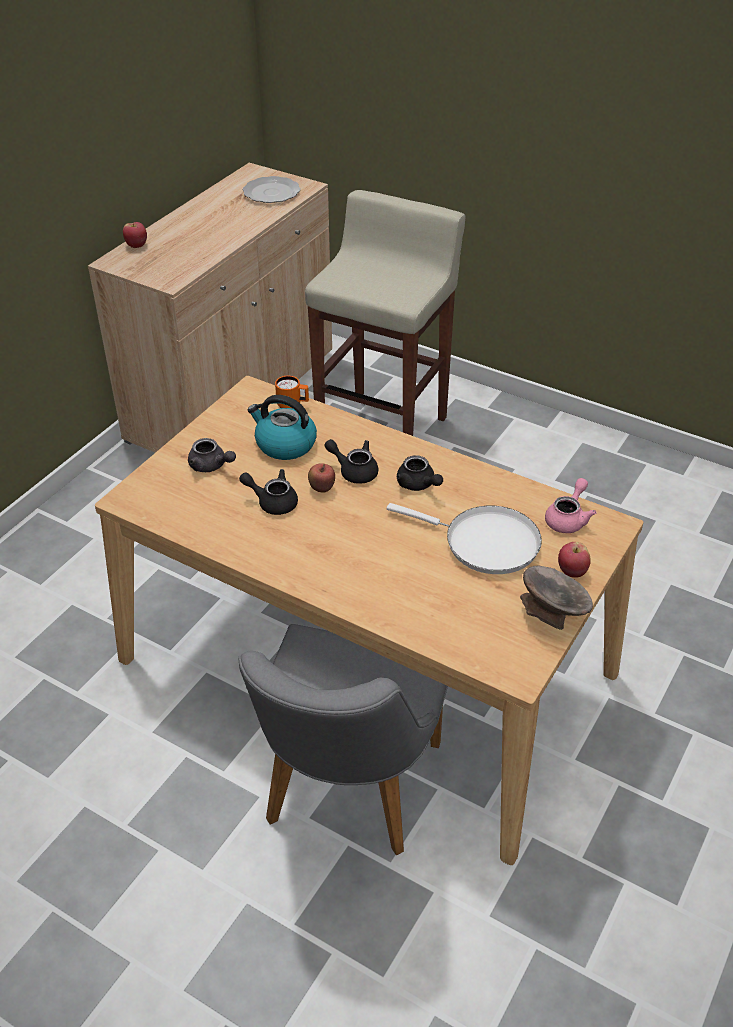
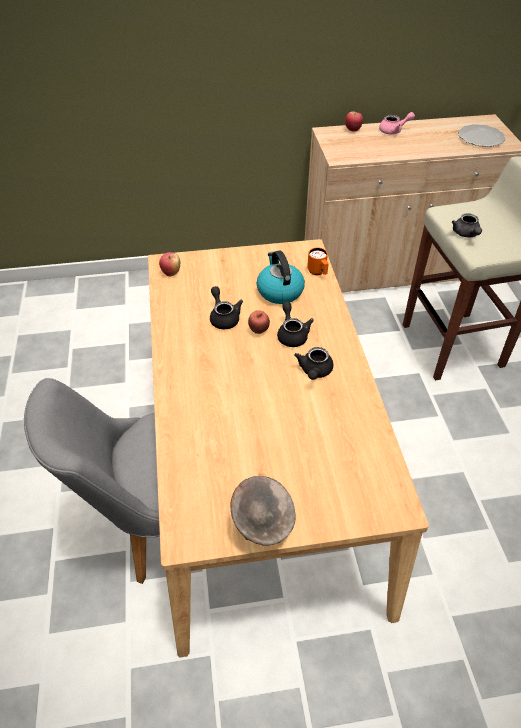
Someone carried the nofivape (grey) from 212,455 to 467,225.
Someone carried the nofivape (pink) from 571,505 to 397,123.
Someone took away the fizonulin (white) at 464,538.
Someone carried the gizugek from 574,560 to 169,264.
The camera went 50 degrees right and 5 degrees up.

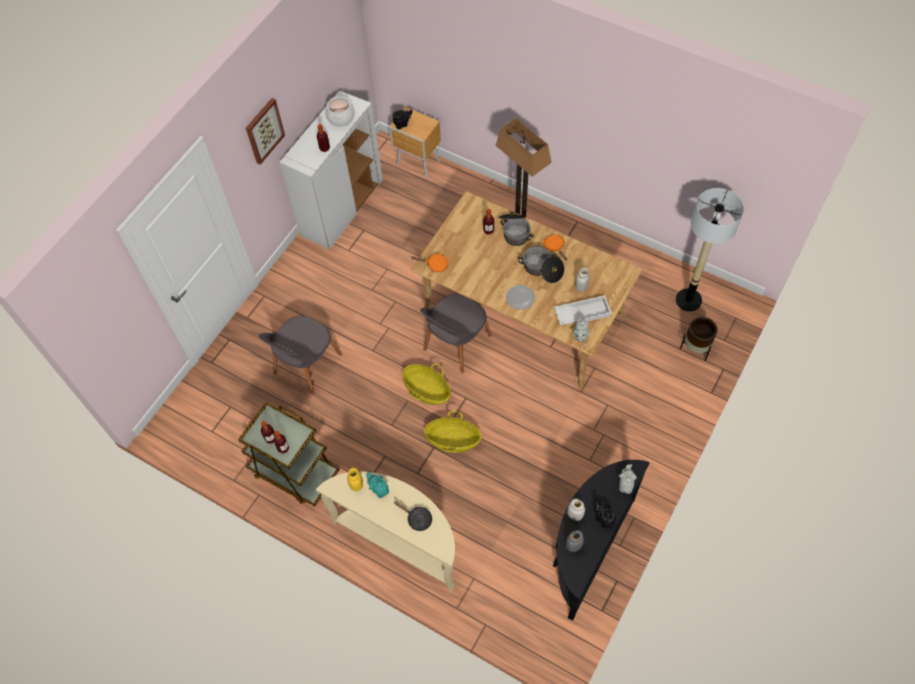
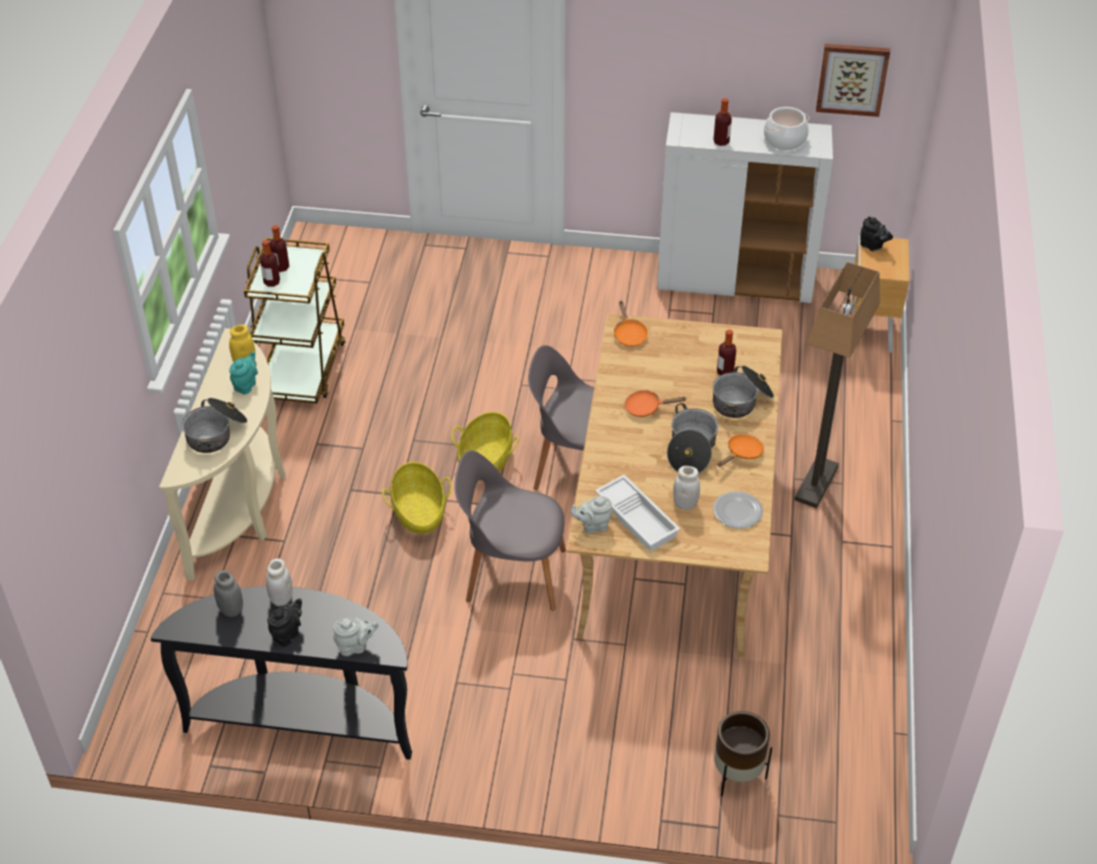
Someone carried the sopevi from 265,131 to 853,80.
Someone took away the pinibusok at 710,249.
Someone carried the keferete from 520,297 to 738,510.
Someone carried the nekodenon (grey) from 300,355 to 510,531.
Someone swapped the fizonulin (black) at 413,516 for the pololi at 214,425.
Someone put down the fizonulin (orange) at 655,403.
The camera went 65 degrees right and 15 degrees down.

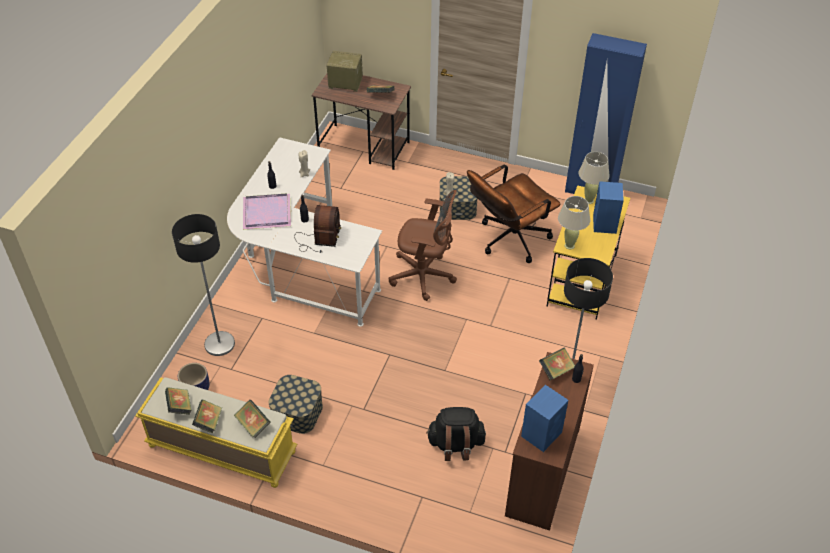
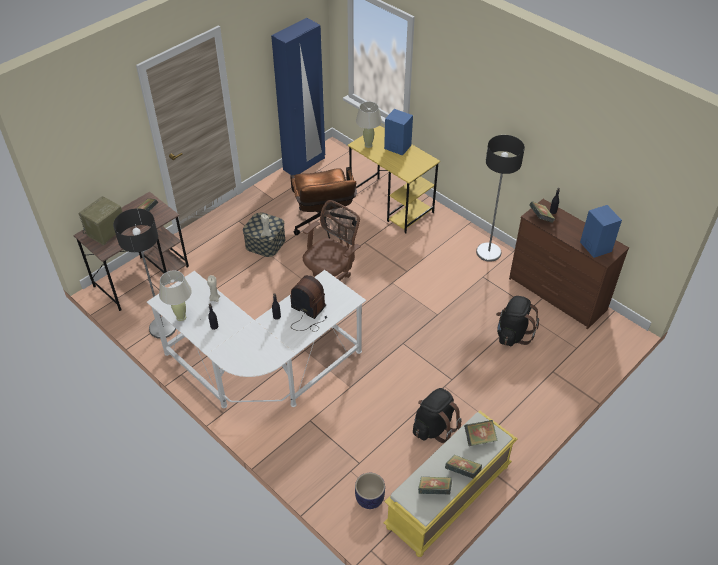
Someone took away the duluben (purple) at 267,212.
Someone carried the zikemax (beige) from 574,222 to 175,295.
Someone carried the pinibusok from 203,285 to 144,273.
Someone swapped the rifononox at 295,404 for the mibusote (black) at 437,415.
The camera went 65 degrees left and 0 degrees up.

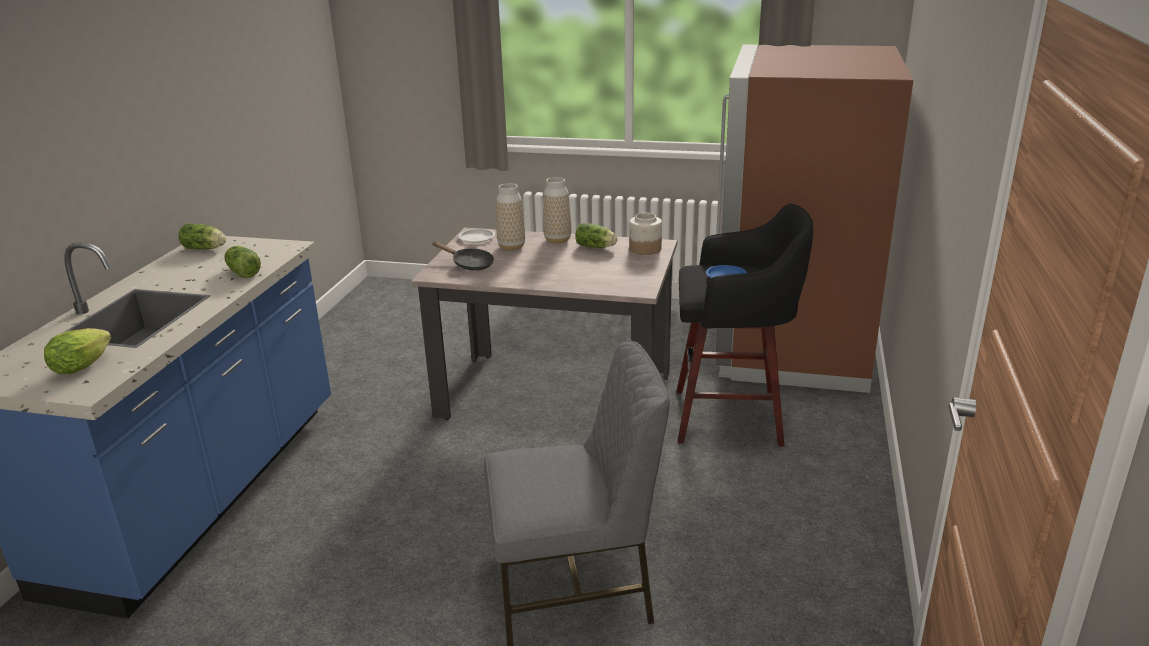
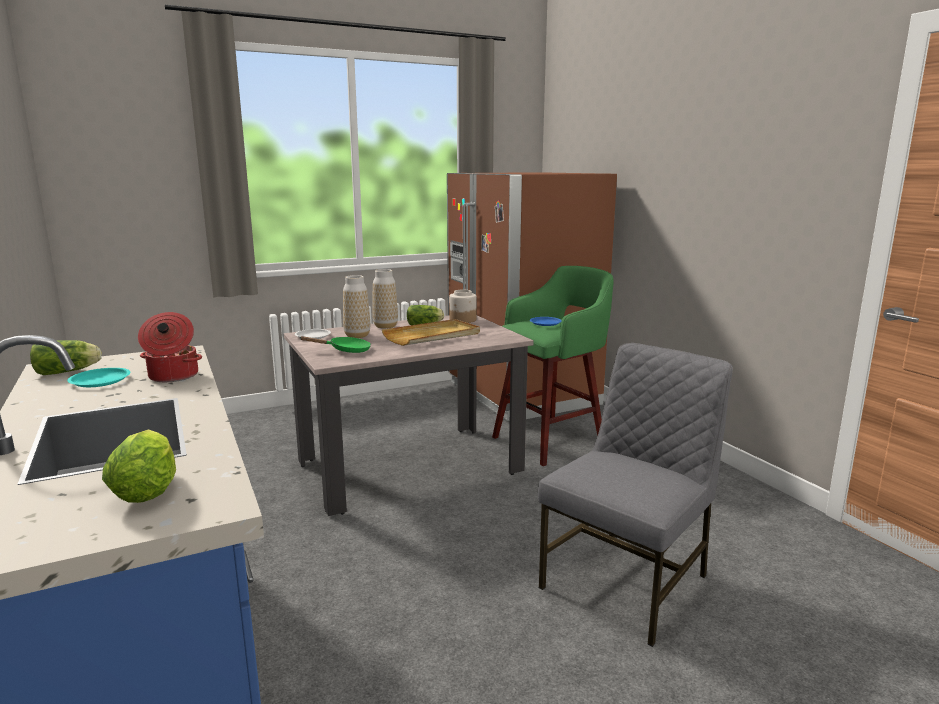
Someone repainted the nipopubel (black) at 745,325, which became the nipopubel (green) at 553,366.
Someone repainted the fizonulin (black) at 463,256, which became the fizonulin (green) at 335,344.
Someone swapped the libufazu at 242,262 for the pololi at 170,347.
Someone put down the duluben (beige) at 431,332.
Someone put down the keferete (turquoise) at 99,377.
The camera went 40 degrees left and 10 degrees down.

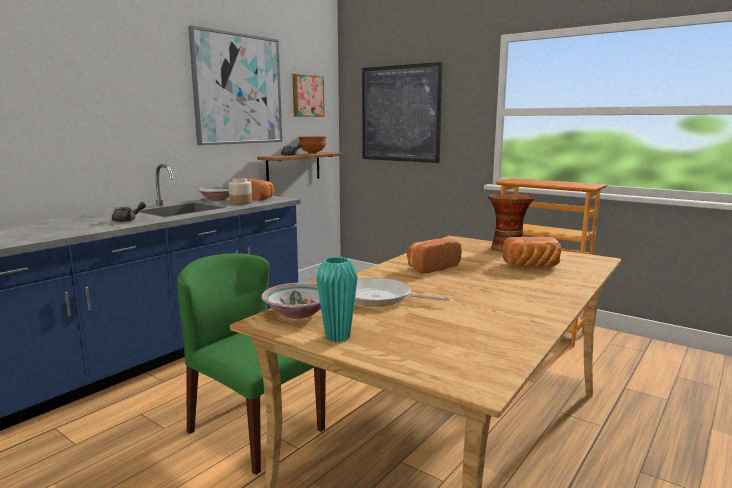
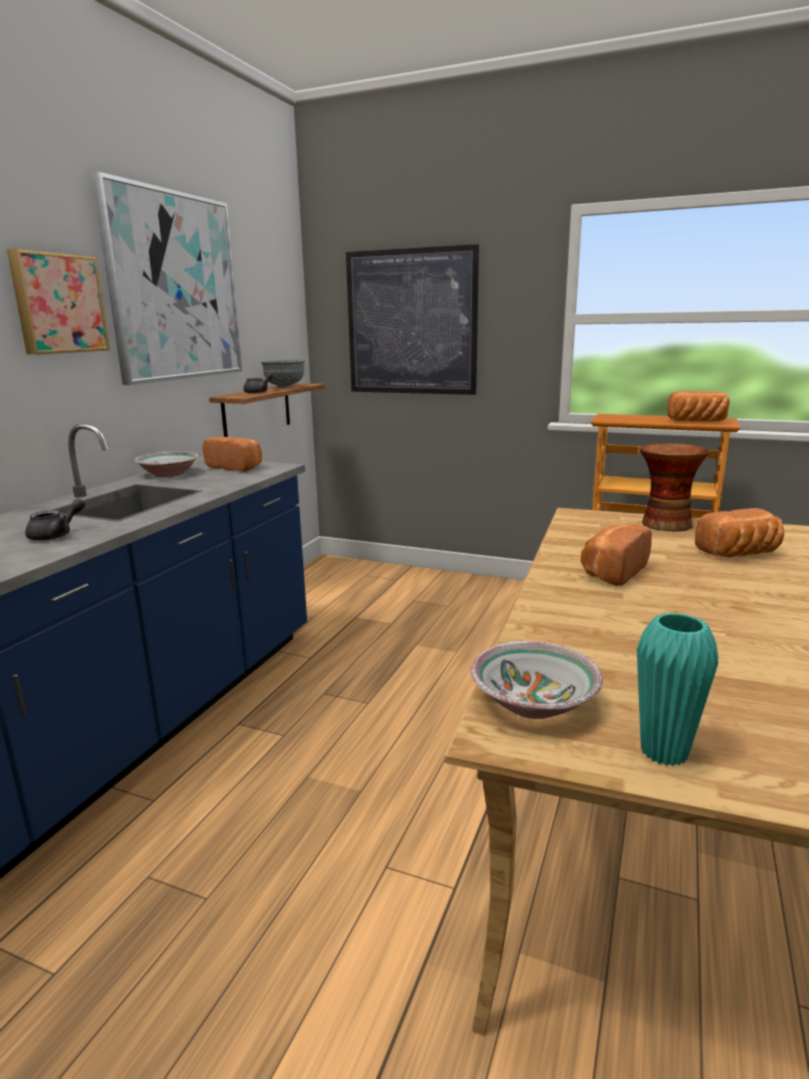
Someone carried the sopevi from 308,95 to 58,302.
Someone repainted the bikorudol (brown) at 312,145, which became the bikorudol (grey) at 283,374.
Someone took away the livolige at 240,191.
Someone took away the nekodenon (green) at 251,364.
Someone took away the fizonulin at 402,292.
Someone put down the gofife at 698,406.
The camera went 15 degrees left and 5 degrees up.

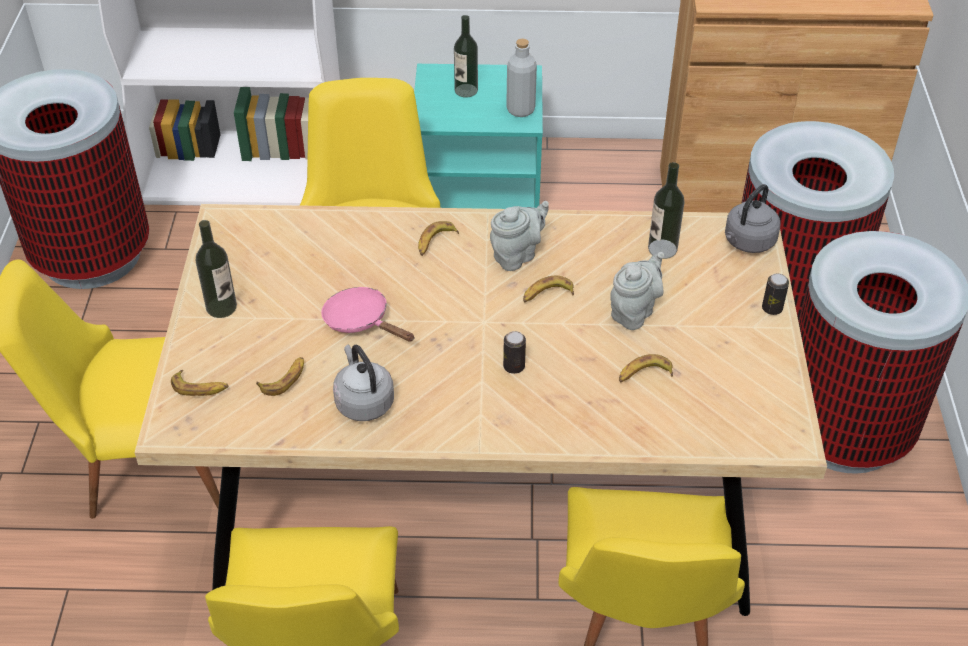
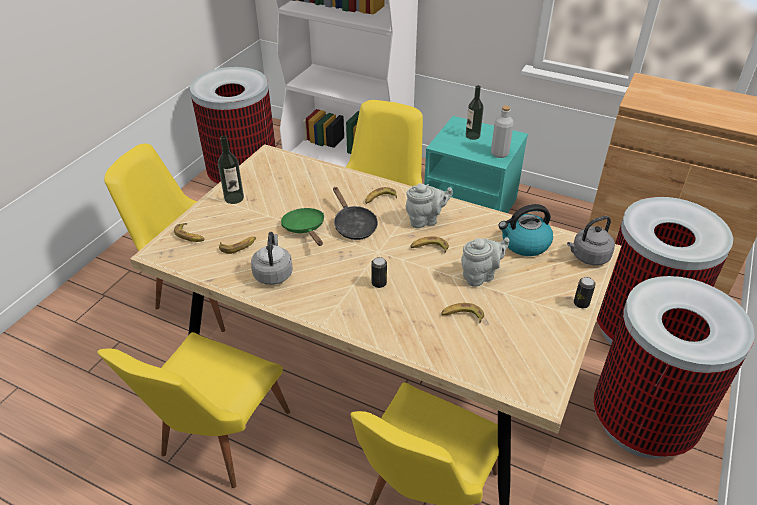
Someone swapped the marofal at 666,210 for the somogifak at 525,230.
Someone repainted the fizonulin (pink) at 368,314, which became the fizonulin (green) at 302,227.
Someone put down the fizonulin (black) at 355,213.
The camera went 25 degrees right and 5 degrees down.

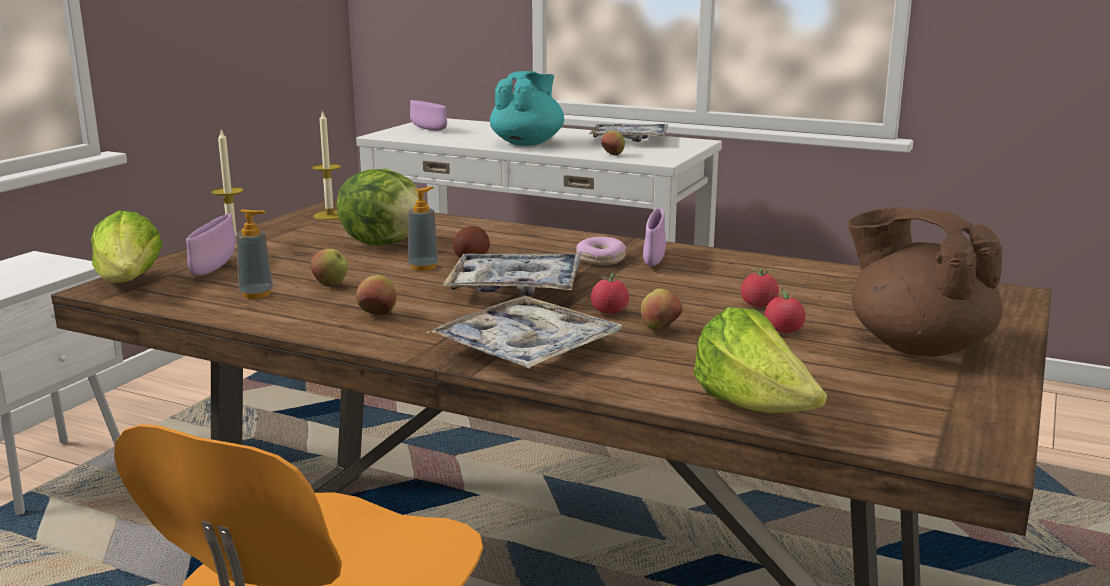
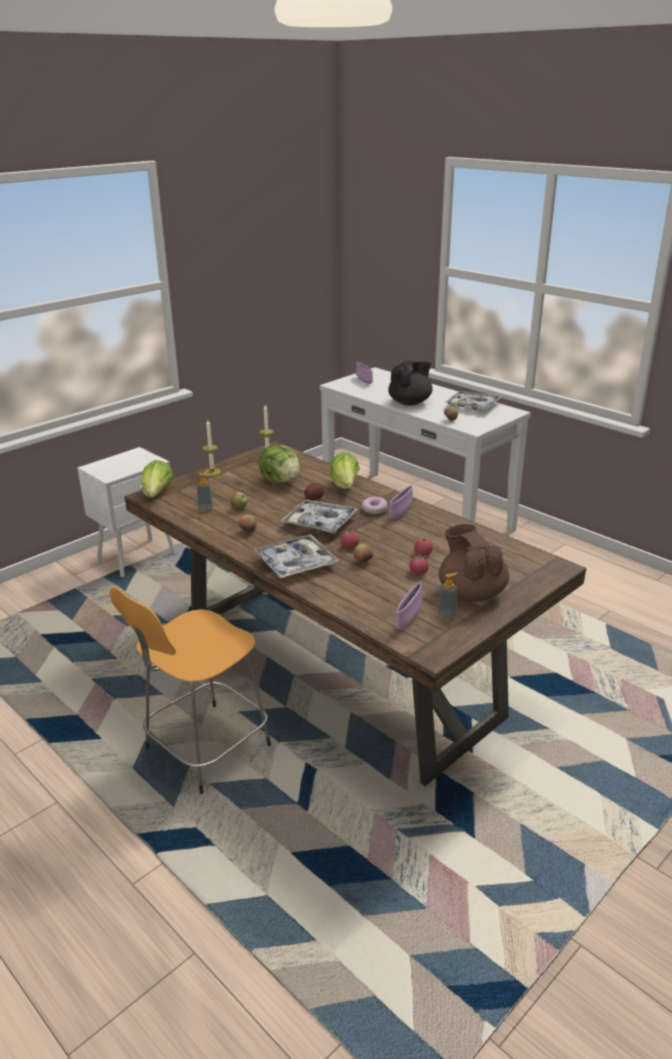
Someone repainted the nofivape (turquoise) at 527,108, which became the nofivape (black) at 410,383.
Someone carried the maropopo from 423,229 to 447,597.
Someone carried the bikorudol (purple) from 211,245 to 408,606.
Someone carried the libufazu from 760,360 to 345,470.
The camera went 20 degrees right and 10 degrees up.

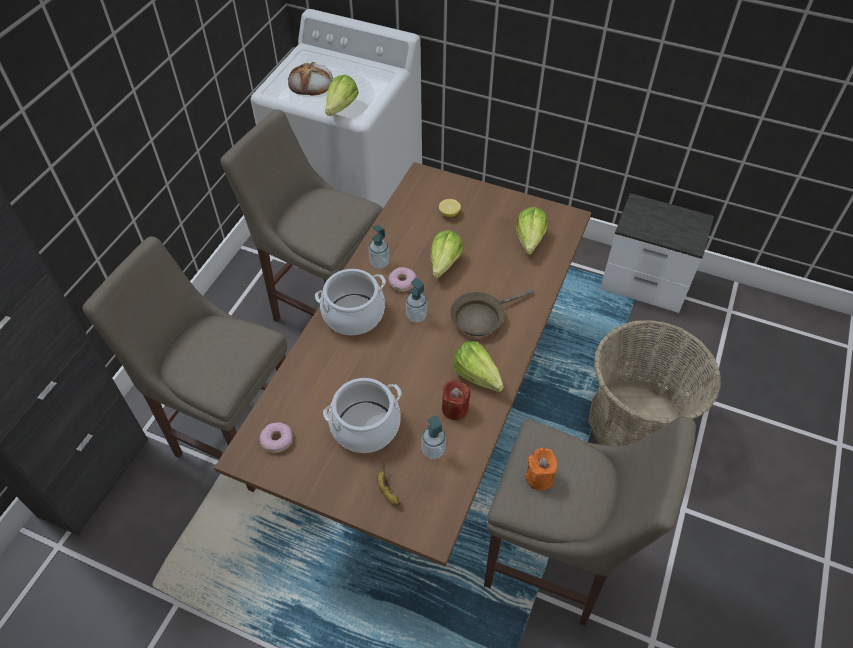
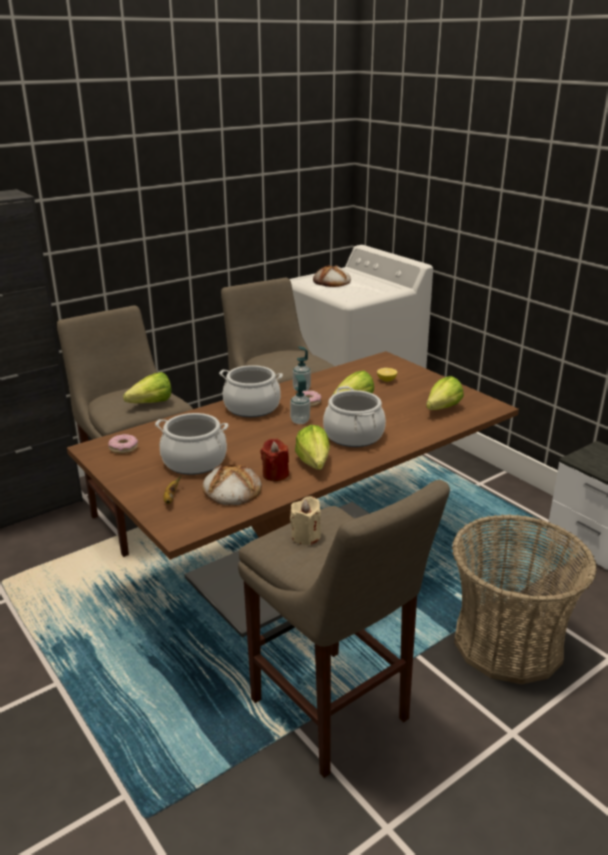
Someone carried the libufazu from 342,95 to 147,387.
Someone swapped the fizonulin (brown) at 492,312 for the pololi at 354,416.
Someone swapped the maropopo at 434,437 for the gofife at 232,485.
Someone repainted the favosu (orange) at 542,469, which became the favosu (beige) at 305,520.
The camera went 30 degrees right and 25 degrees down.

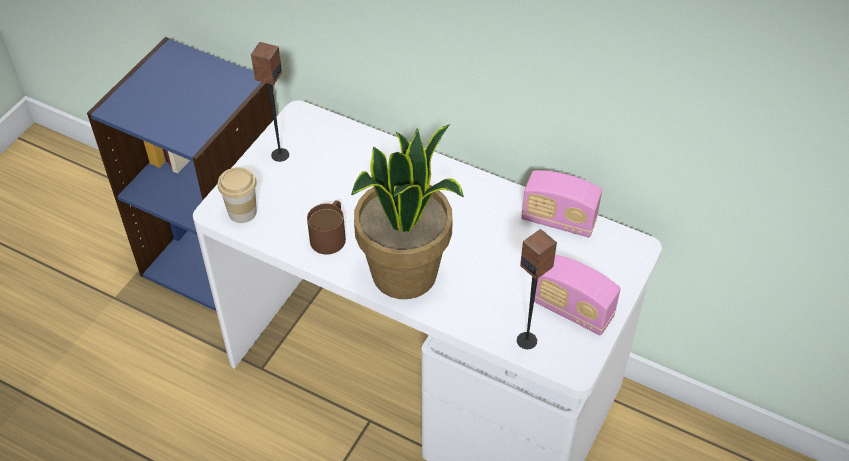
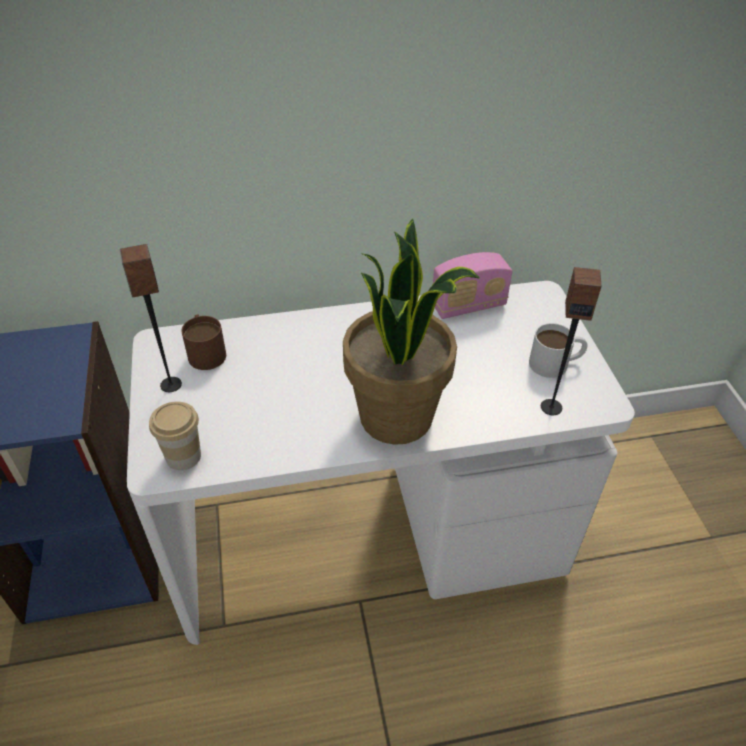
Someone carried the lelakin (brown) from 326,227 to 203,342.
Someone swapped the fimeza at 577,295 for the lelakin (white) at 558,350.
The camera went 40 degrees left and 5 degrees down.

